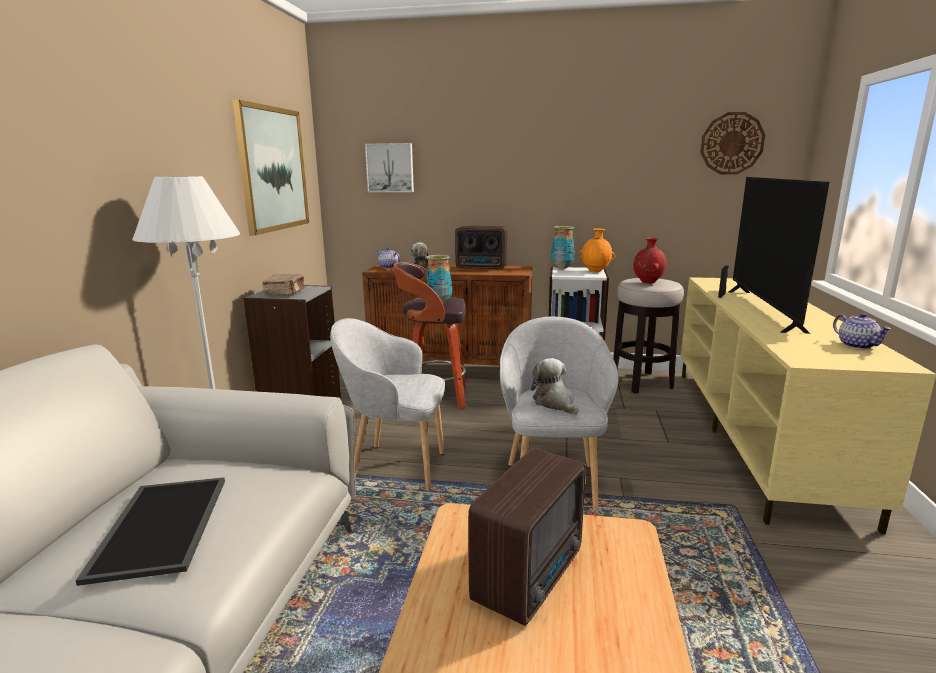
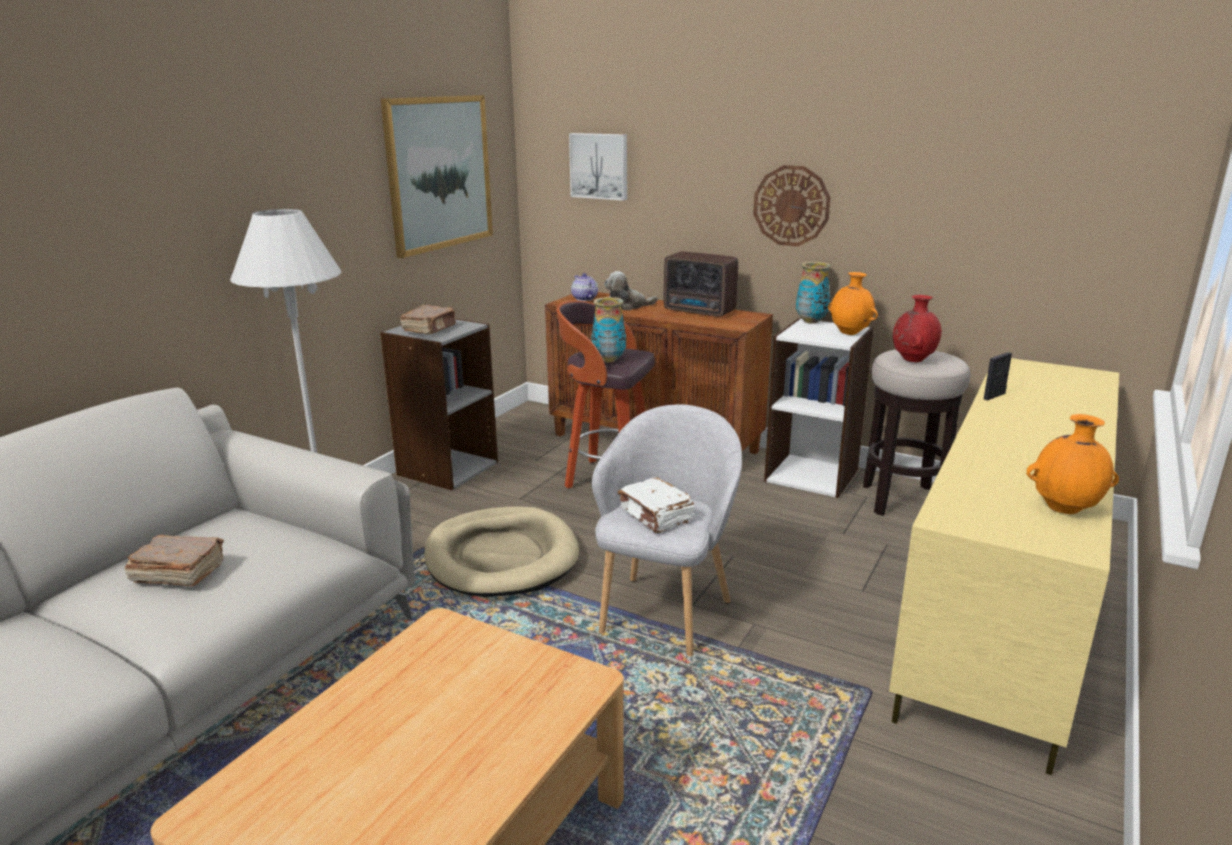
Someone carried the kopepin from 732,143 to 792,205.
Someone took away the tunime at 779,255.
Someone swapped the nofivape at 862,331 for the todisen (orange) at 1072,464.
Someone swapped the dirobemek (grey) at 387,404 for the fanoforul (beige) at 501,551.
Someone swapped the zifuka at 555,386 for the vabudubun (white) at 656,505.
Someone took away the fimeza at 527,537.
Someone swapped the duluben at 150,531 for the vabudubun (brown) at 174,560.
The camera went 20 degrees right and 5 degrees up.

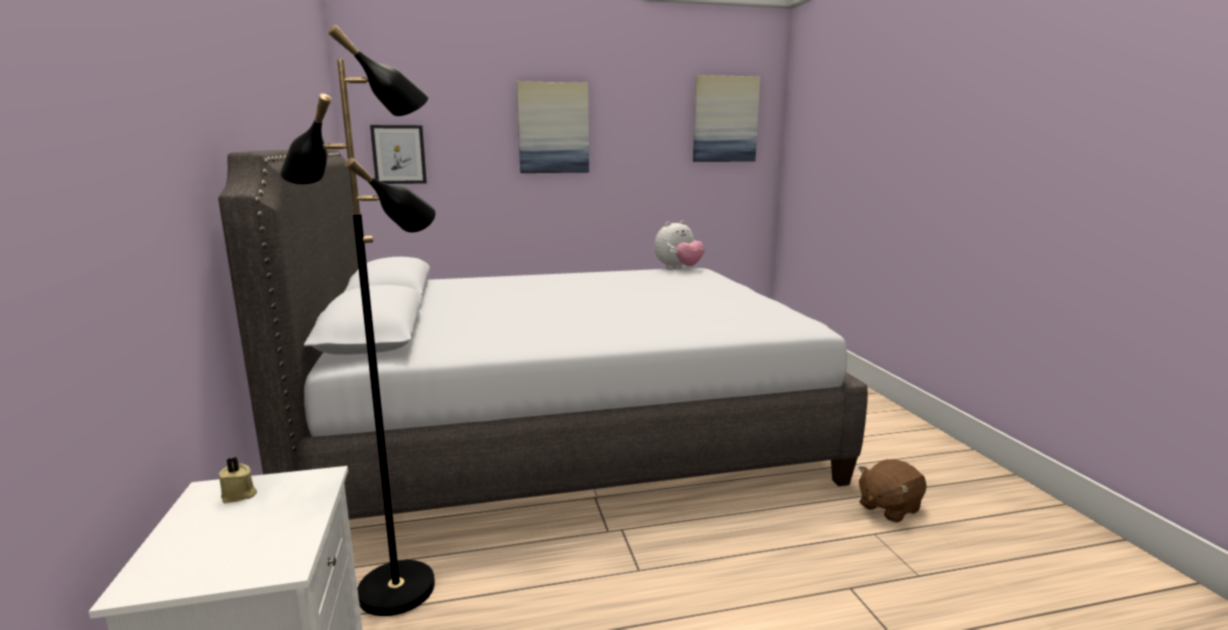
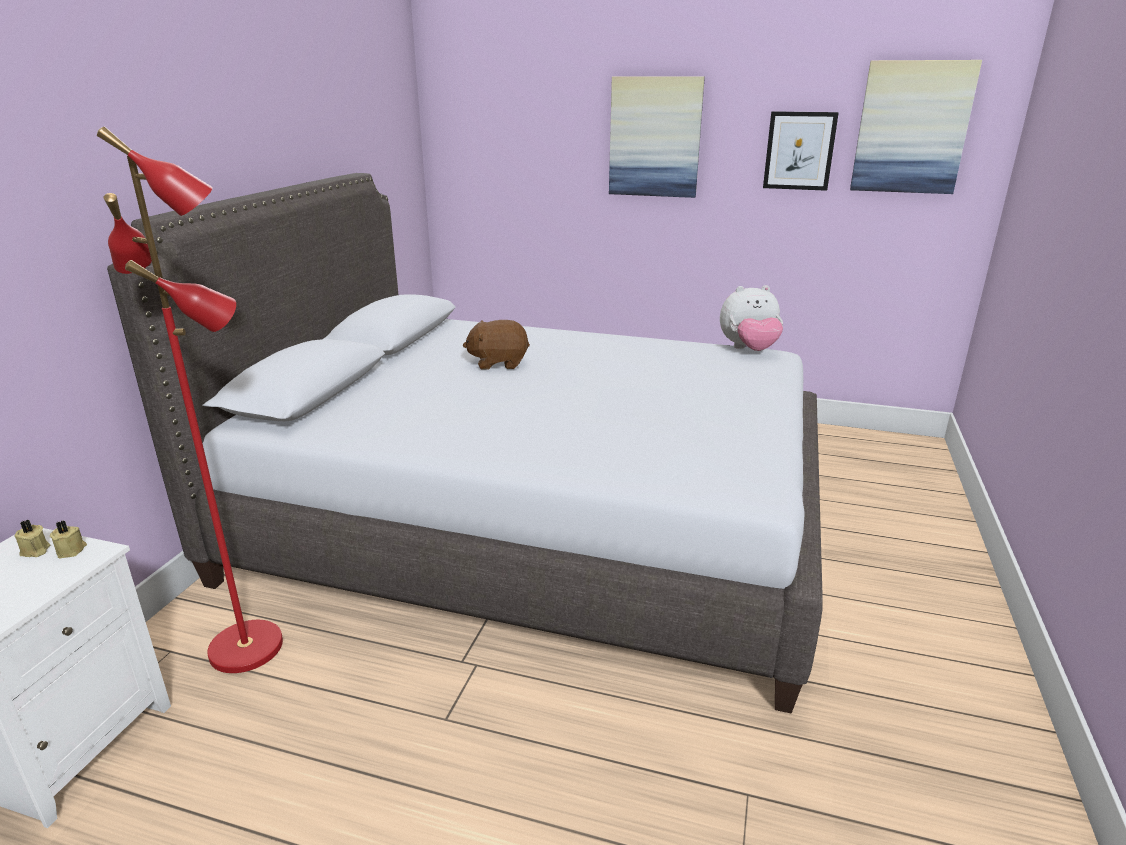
Someone repainted the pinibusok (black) at 358,320, which became the pinibusok (red) at 190,399.
Someone carried the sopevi from 398,154 to 801,151.
Someone carried the zifuka (brown) from 892,491 to 496,344.
Someone put down the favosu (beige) at 68,539.
The camera went 30 degrees right and 10 degrees up.

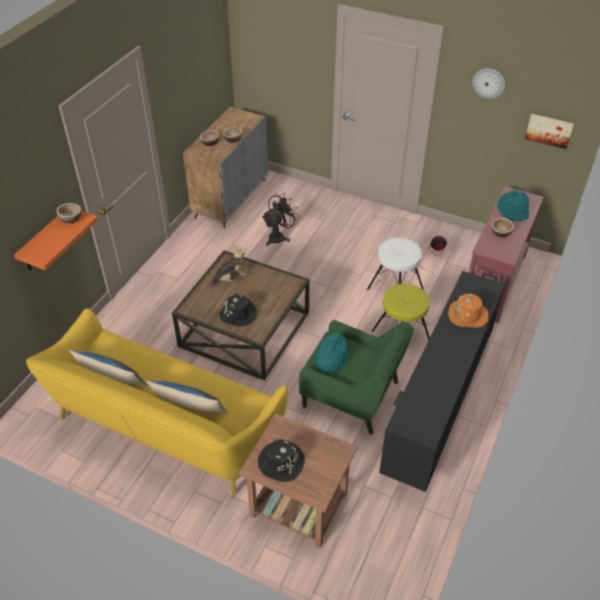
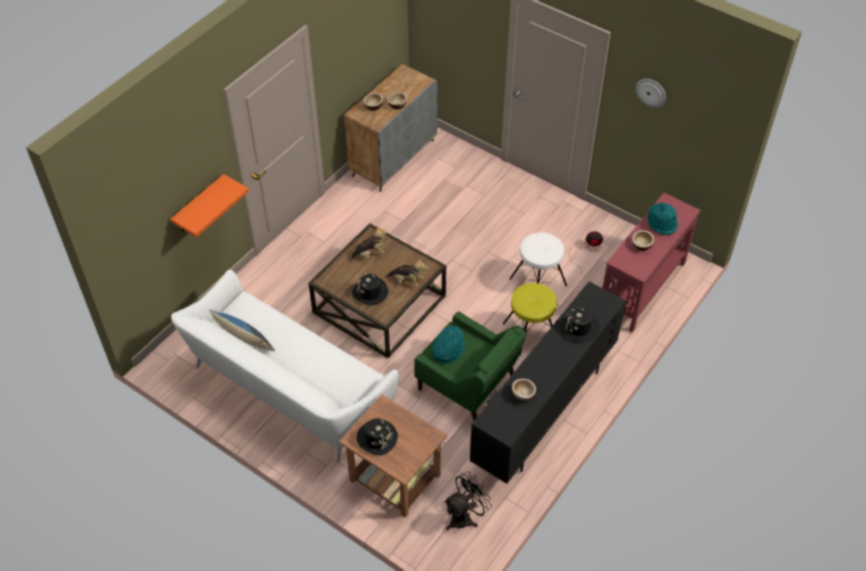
Someone took away the sopevi at 549,131.
Someone carried the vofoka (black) from 281,219 to 468,501.
Someone carried the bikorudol from 69,213 to 524,389.
Someone repainted the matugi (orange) at 468,311, which became the matugi (black) at 579,324.
Someone repainted the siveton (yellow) at 157,402, which became the siveton (white) at 285,366.
Someone took away the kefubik at 186,396.
Someone put down the zifuka at 407,272.
The camera went 10 degrees right and 5 degrees up.

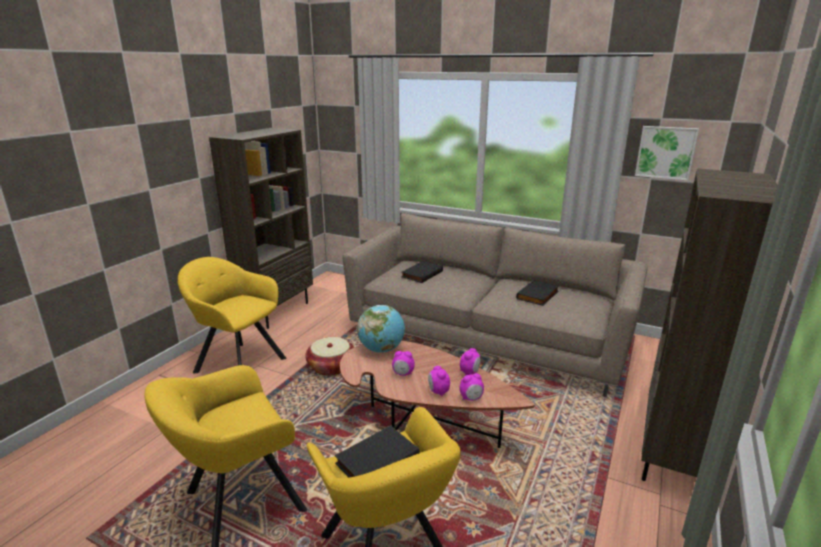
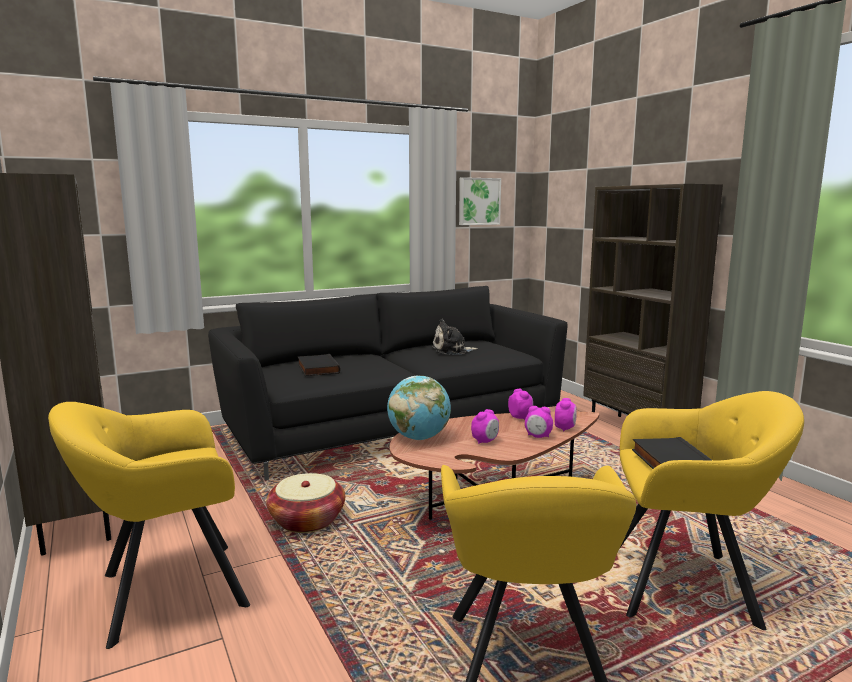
Someone repainted the siveton (beige) at 495,305, which became the siveton (black) at 388,383.
Someone swapped the vabudubun (black) at 537,293 for the zifuka at 455,337.
The camera went 55 degrees left and 10 degrees down.

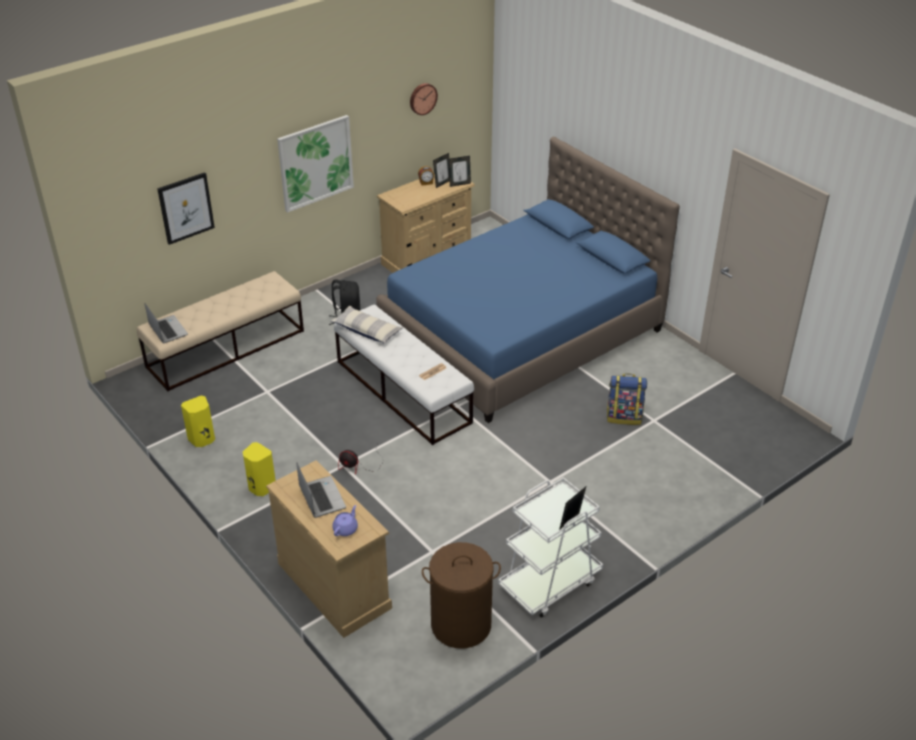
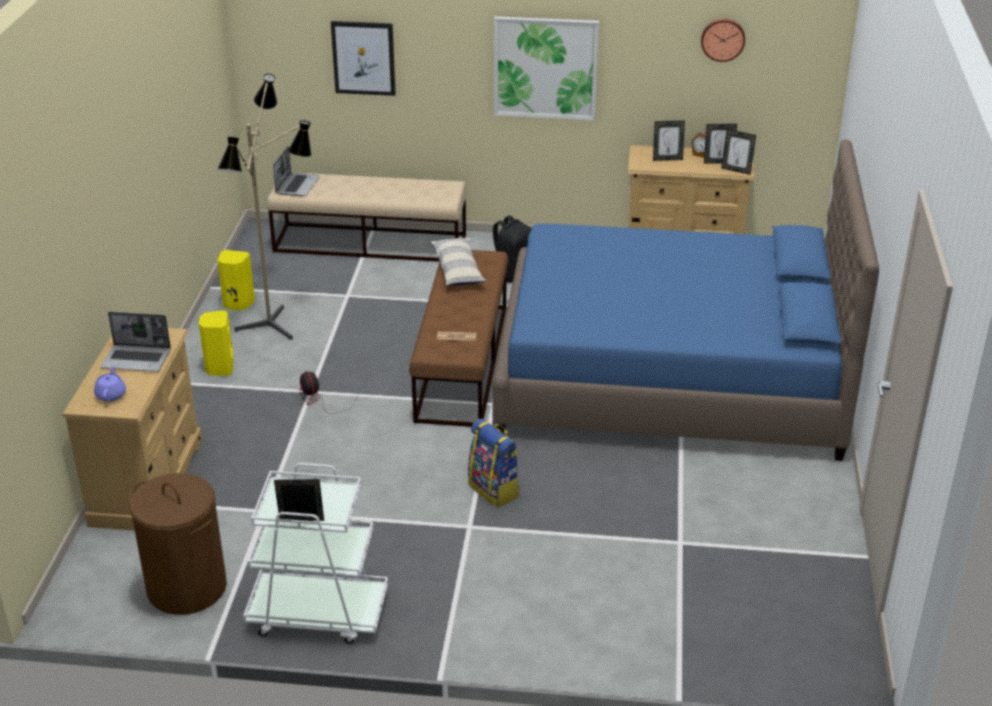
Someone repainted the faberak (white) at 404,375, which became the faberak (brown) at 459,338.
Someone carried the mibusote from 627,399 to 494,463.
Someone rotated the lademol at 321,490 by 75 degrees clockwise.
Someone rotated the nofivape (purple) at 345,520 by 75 degrees counterclockwise.
Someone put down the pinibusok at 264,207.
Someone put down the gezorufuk at 669,140.
The camera went 45 degrees right and 5 degrees down.

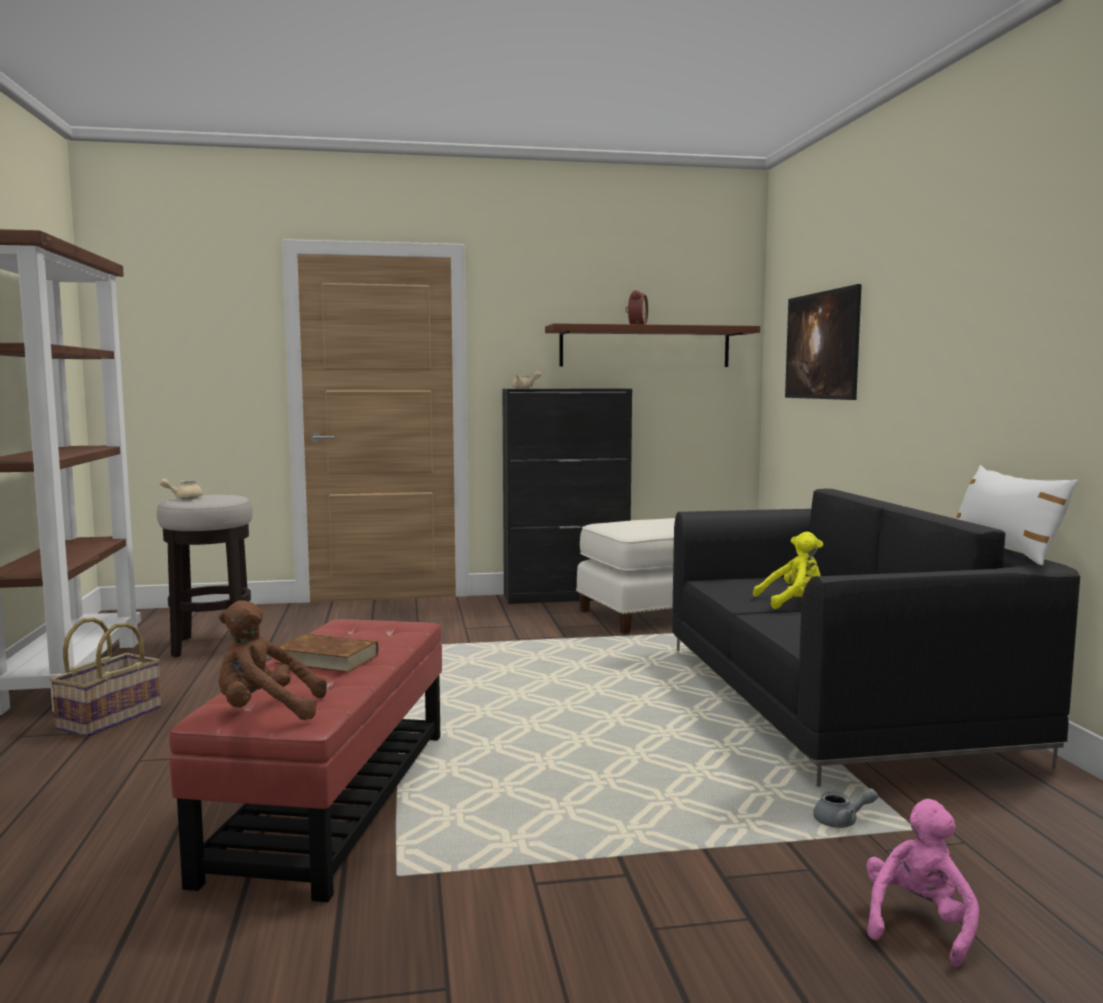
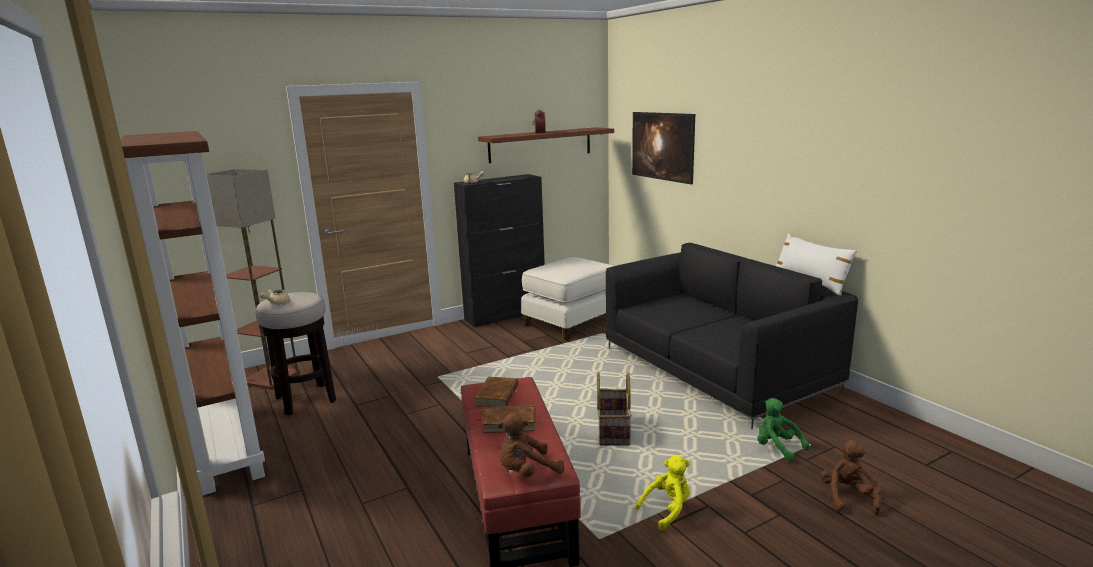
Someone carried the zifuka (yellow) from 788,570 to 662,492.
Someone carried the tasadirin from 105,677 to 614,408.
Someone swapped the nofivape (grey) at 845,808 for the zifuka (green) at 783,430.
Someone repainted the zifuka (pink) at 922,883, which became the zifuka (brown) at 851,477.
Someone put down the pinibusok at 253,279.
Someone put down the vabudubun (brown) at 496,392.
The camera went 20 degrees left and 10 degrees up.

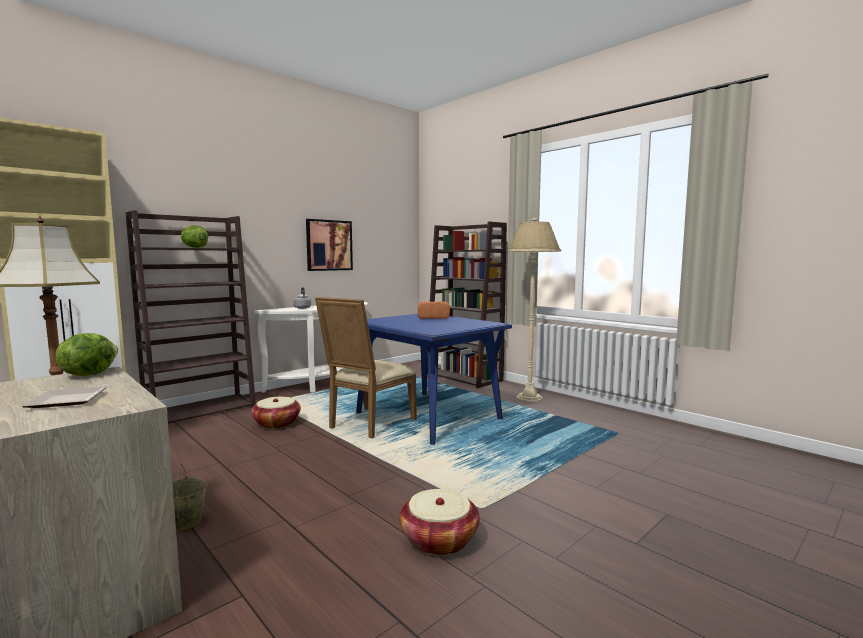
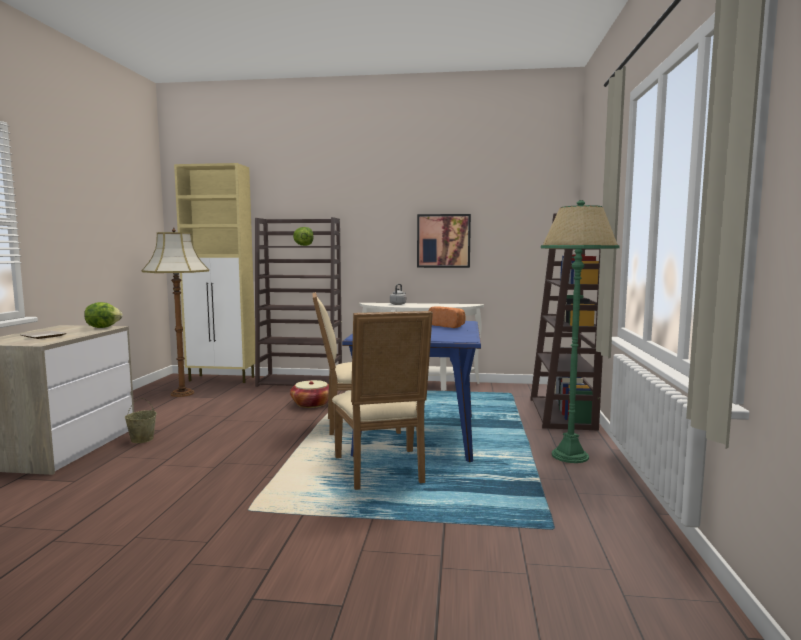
Someone repainted the pinibusok (beige) at 534,310, which became the pinibusok (green) at 580,331.
Someone took away the tasadirin at 439,522.
Someone put down the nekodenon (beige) at 382,400.
The camera went 50 degrees right and 0 degrees up.

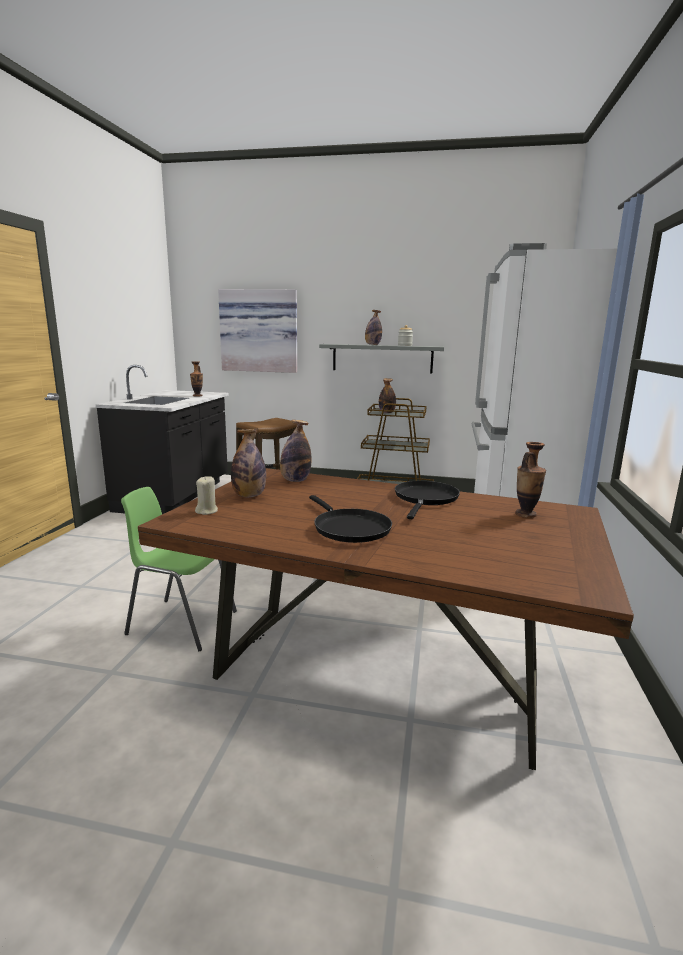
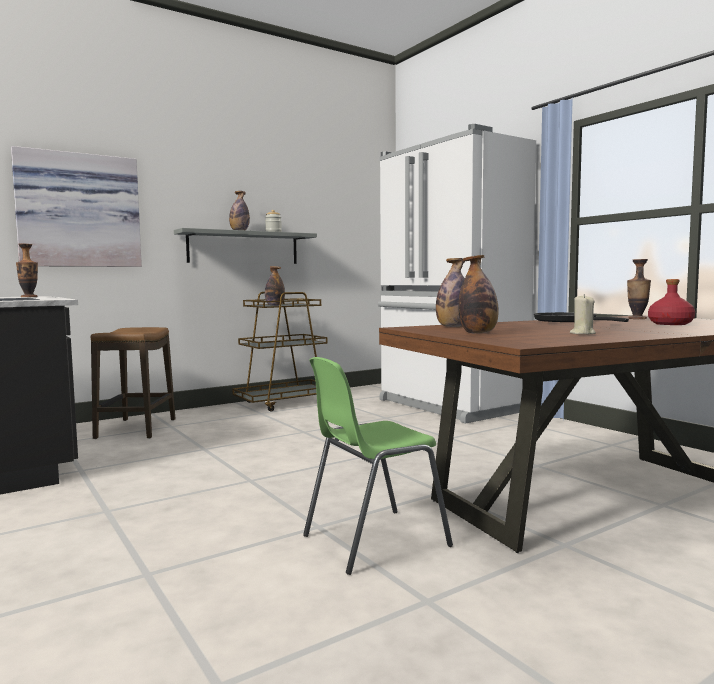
Someone carried the favosu (beige) from 206,495 to 583,314.
Someone took away the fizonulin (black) at 350,519.
Someone put down the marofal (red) at 671,302.
The camera went 45 degrees left and 10 degrees down.

